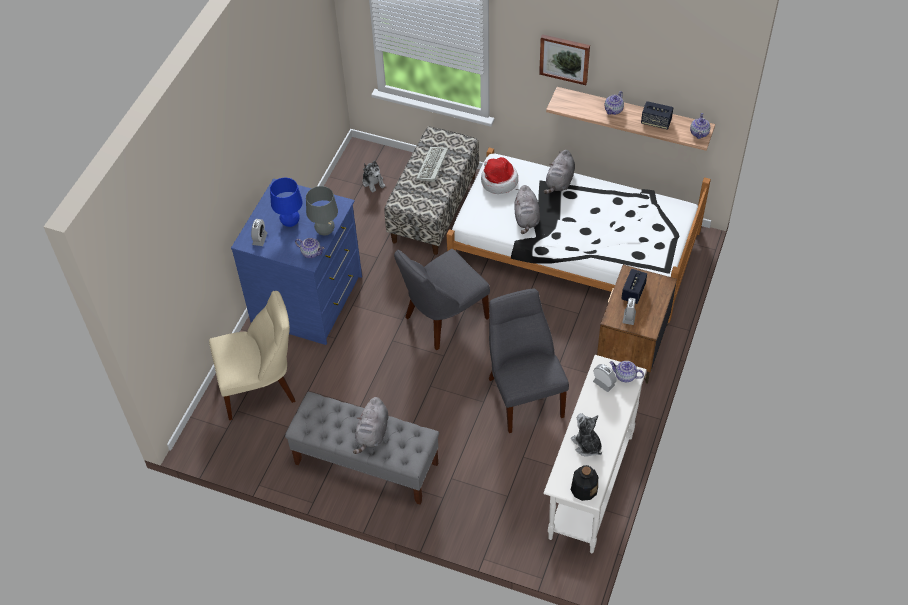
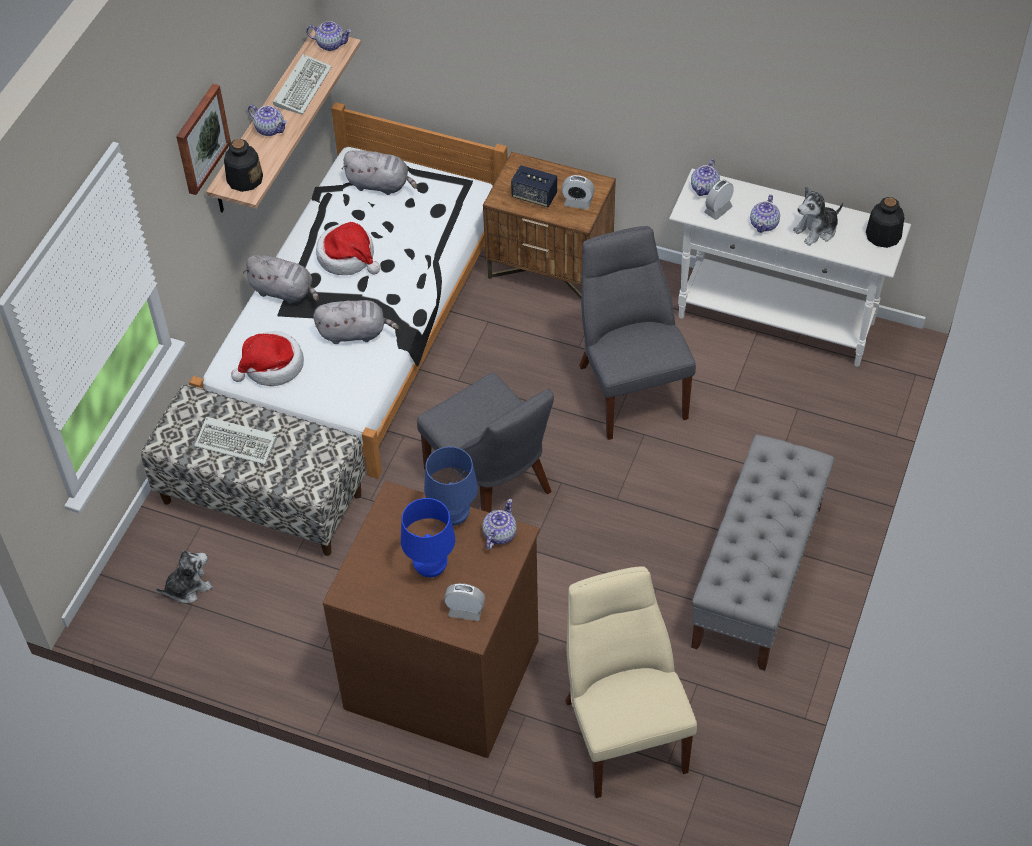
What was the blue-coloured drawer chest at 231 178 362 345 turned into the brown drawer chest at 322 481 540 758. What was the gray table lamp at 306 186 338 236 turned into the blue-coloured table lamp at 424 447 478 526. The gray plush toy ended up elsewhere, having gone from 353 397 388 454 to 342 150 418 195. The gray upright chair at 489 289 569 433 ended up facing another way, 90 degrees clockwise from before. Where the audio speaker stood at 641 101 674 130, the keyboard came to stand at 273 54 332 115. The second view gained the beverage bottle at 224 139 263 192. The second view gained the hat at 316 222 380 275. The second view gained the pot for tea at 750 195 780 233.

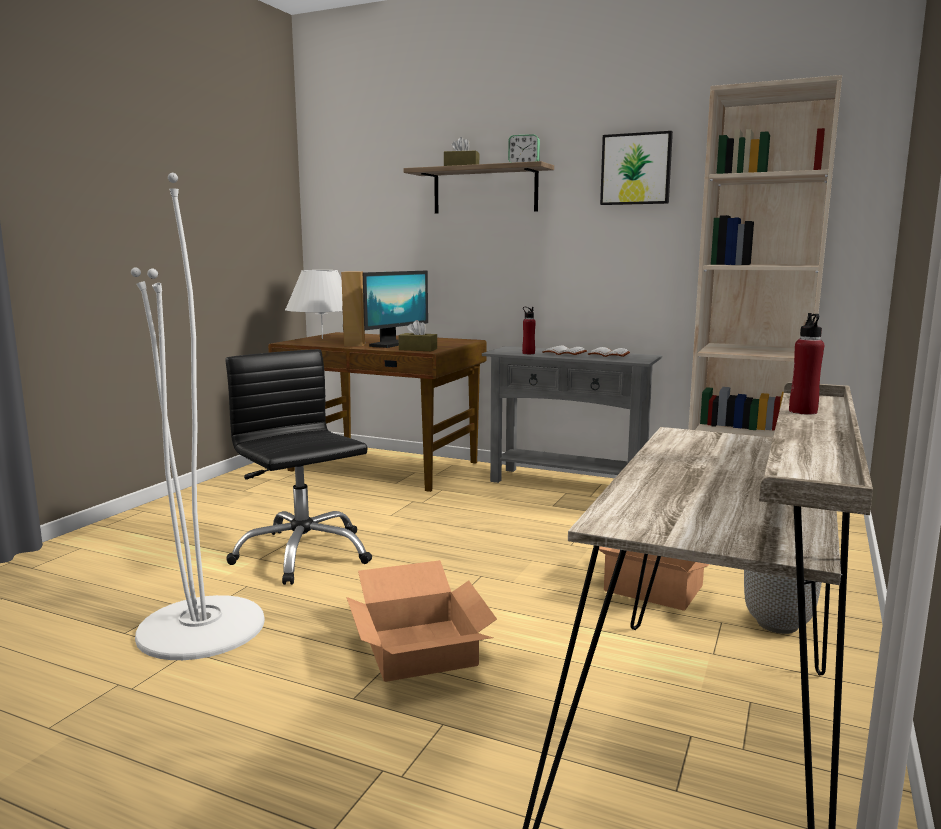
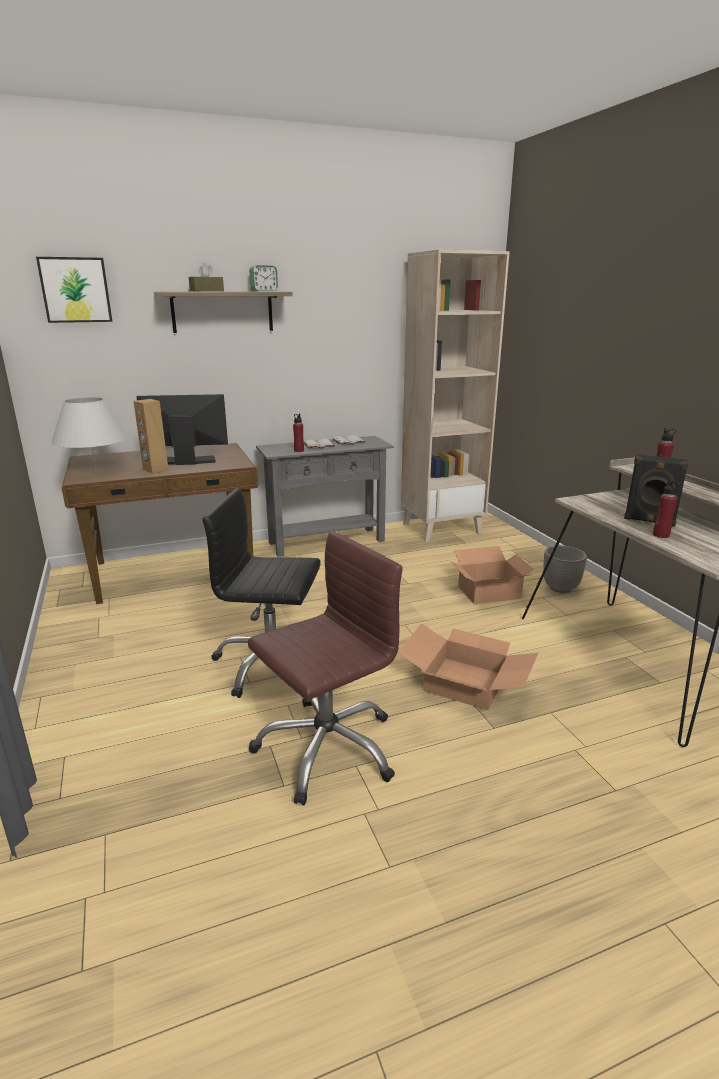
Where the whitish floor lamp stood at 131 173 265 660, the brown office chair came to stand at 248 531 403 805. The monitor at 363 271 428 348 ended up facing another way, 90 degrees counterclockwise from before. The second view lost the brown box of tissues at 398 320 437 351. The wall picture ended up elsewhere, having gone from 600 131 673 205 to 36 257 112 323. The second view gained the blackish audio speaker at 624 454 689 526. The second view gained the red-coloured beverage bottle at 653 479 679 538.

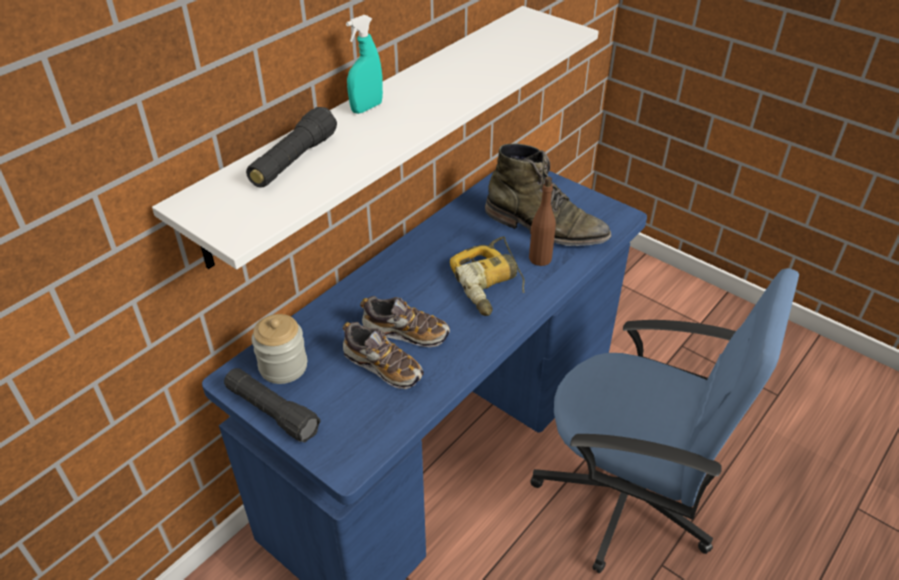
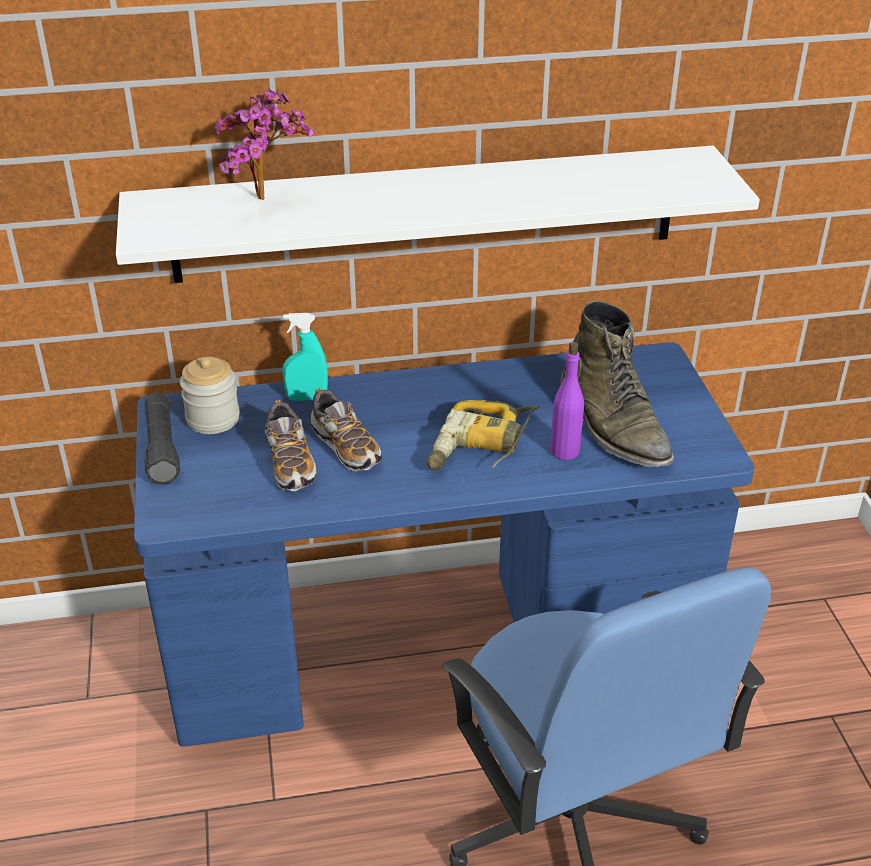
Where the blackish hand torch stood at 246 107 337 188, the houseplant came to stand at 215 88 313 200. The turquoise-coloured spray bottle ended up elsewhere, having gone from 346 15 383 114 to 282 313 328 401. What was the brown beverage bottle at 529 176 556 266 turned into the purple-coloured beverage bottle at 550 342 584 460.

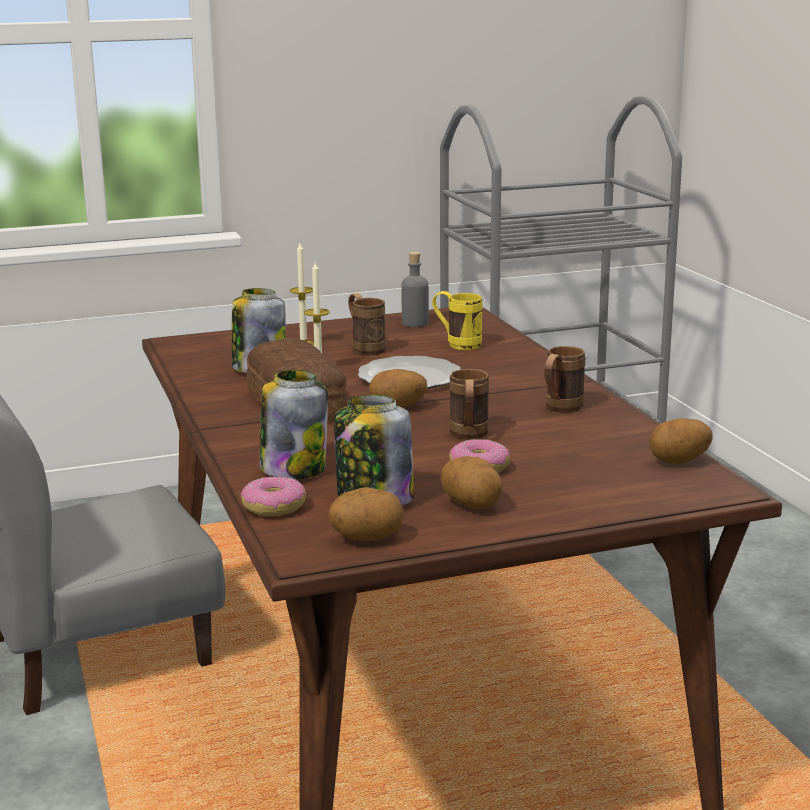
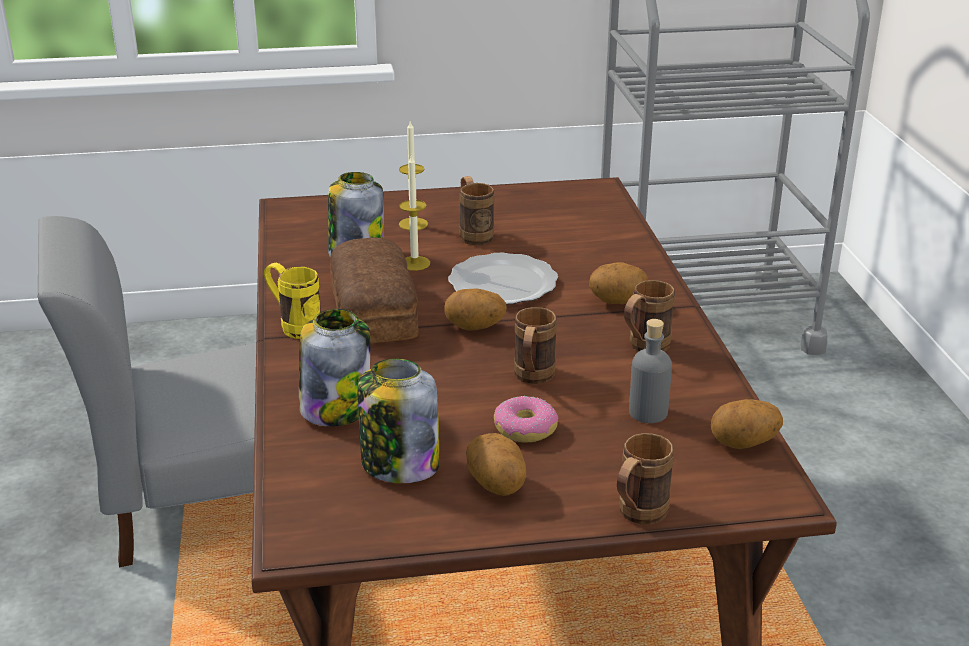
The second view lost the doughnut at 241 477 306 516. The whole potato ended up elsewhere, having gone from 329 487 404 541 to 589 262 648 304. The gray beverage bottle ended up elsewhere, having gone from 401 252 429 327 to 629 319 672 423. The yellow-coloured mug ended up elsewhere, having gone from 432 291 482 350 to 264 263 321 339. The second view gained the brown mug at 617 433 674 525.

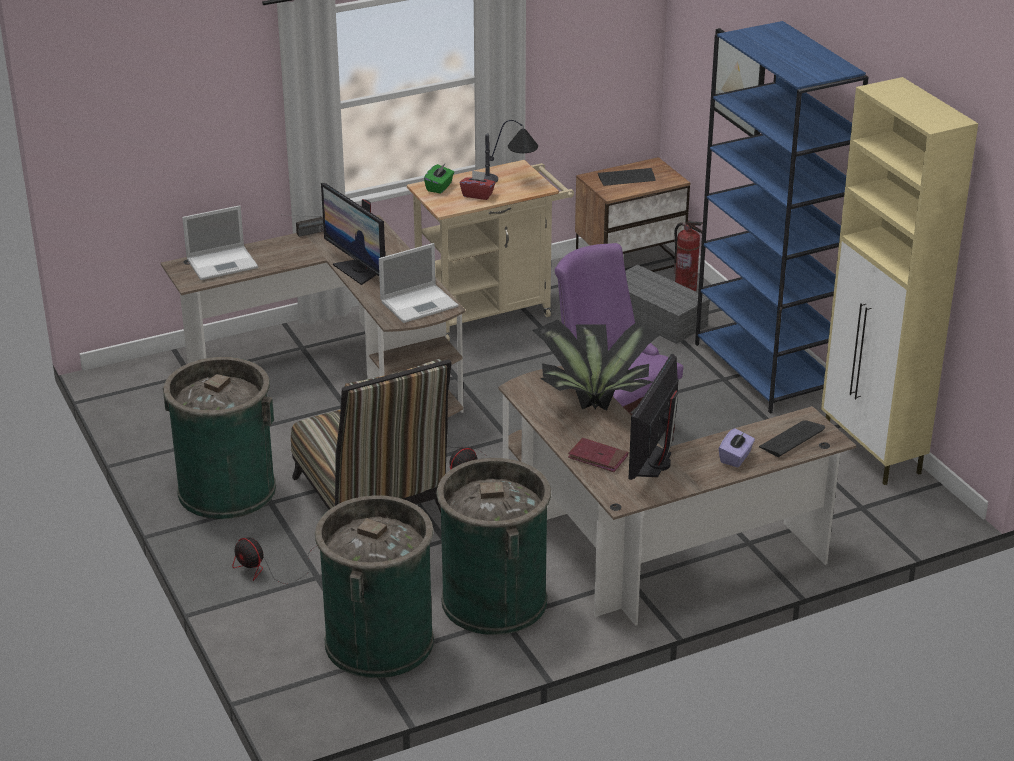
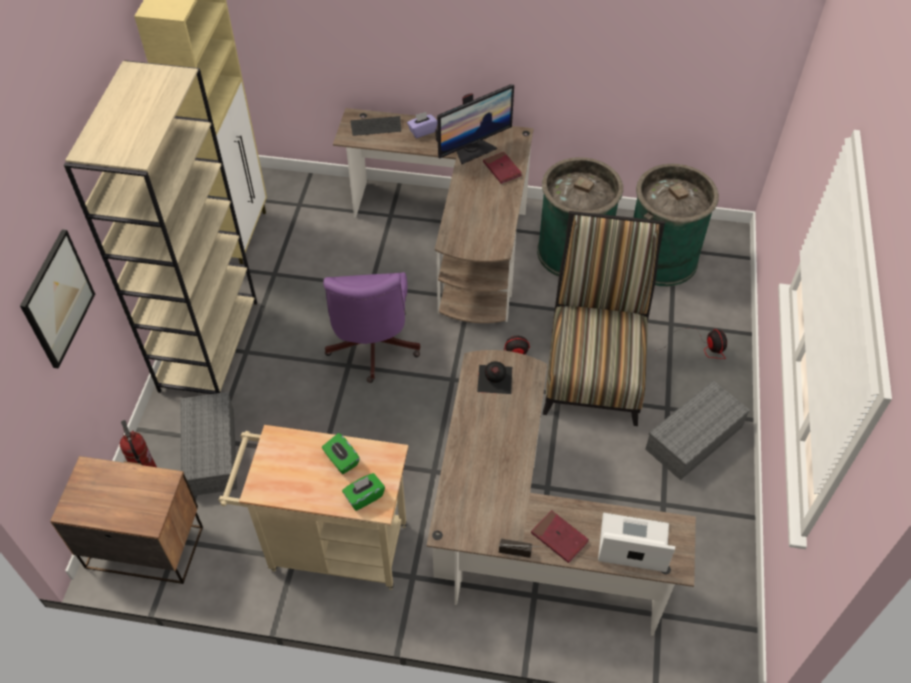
Where the green rubbish bin stood at 163 357 276 519, the gray storage bin came to stand at 645 380 750 480. The second view lost the monitor at 321 183 385 285. Where the notebook computer stood at 379 243 458 323, the blackish beverage bottle came to stand at 477 361 512 394. What was the red-coloured box of tissues at 460 170 495 200 turned into the green box of tissues at 322 433 360 474. The second view lost the table lamp at 484 120 538 183. The second view lost the houseplant at 532 319 661 411. The second view lost the keyboard at 598 168 656 186. What was the blue-coloured shelving unit at 695 21 868 414 turned into the sand-coloured shelving unit at 64 60 257 394. The second view gained the red-coloured bound book at 531 510 589 563.

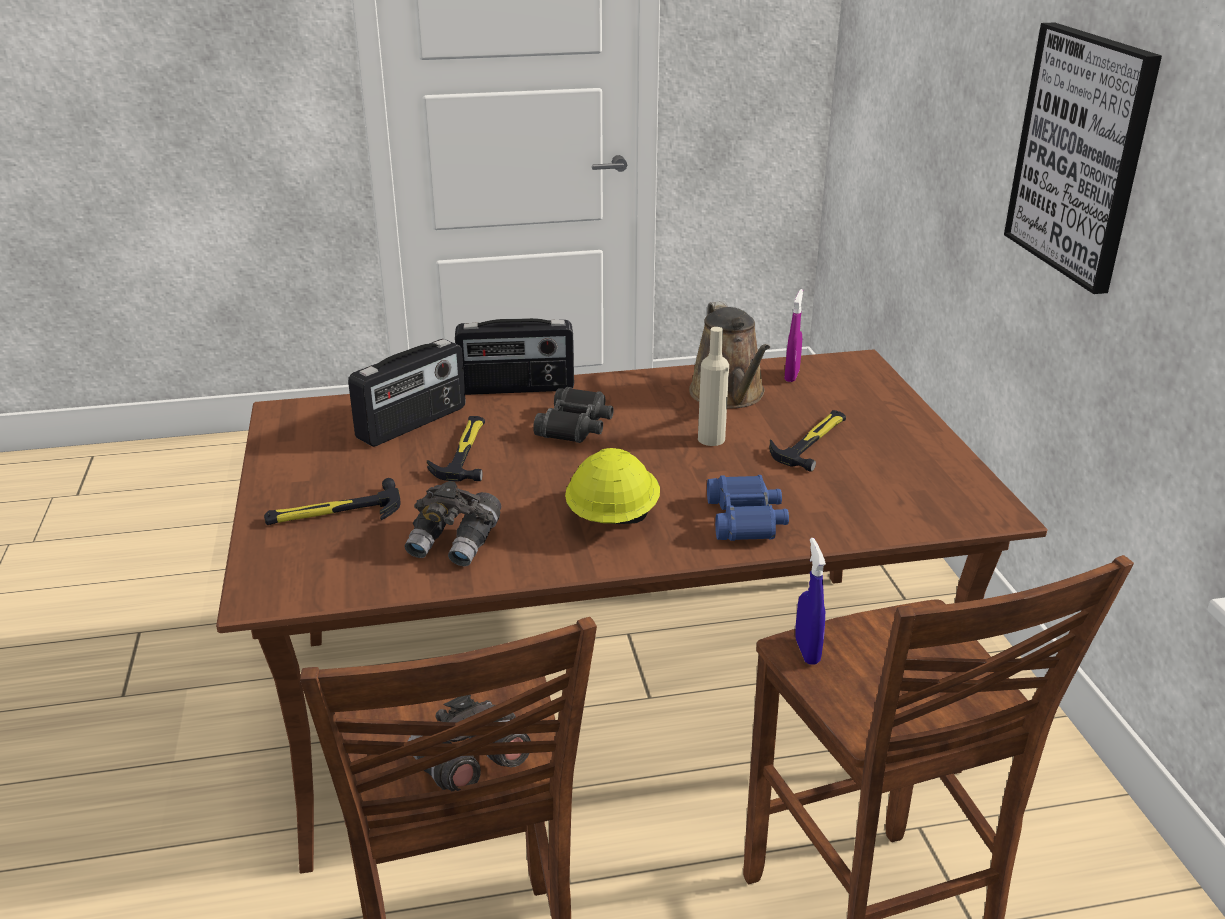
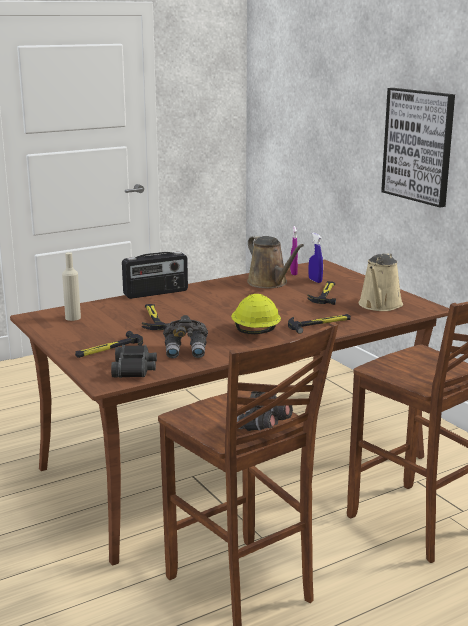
The second view lost the radio set at 348 339 466 447. The blackish binoculars ended up elsewhere, having gone from 533 387 614 443 to 111 345 157 378. The sand-coloured beverage bottle ended up elsewhere, having gone from 698 327 729 446 to 62 252 81 321. Where the blue-coloured binoculars stood at 707 475 789 541, the tool hammer came to stand at 288 314 351 334. The blue-coloured spray bottle ended up elsewhere, having gone from 795 538 826 665 to 309 232 323 283. The second view gained the sand-coloured watering can at 358 253 403 311.

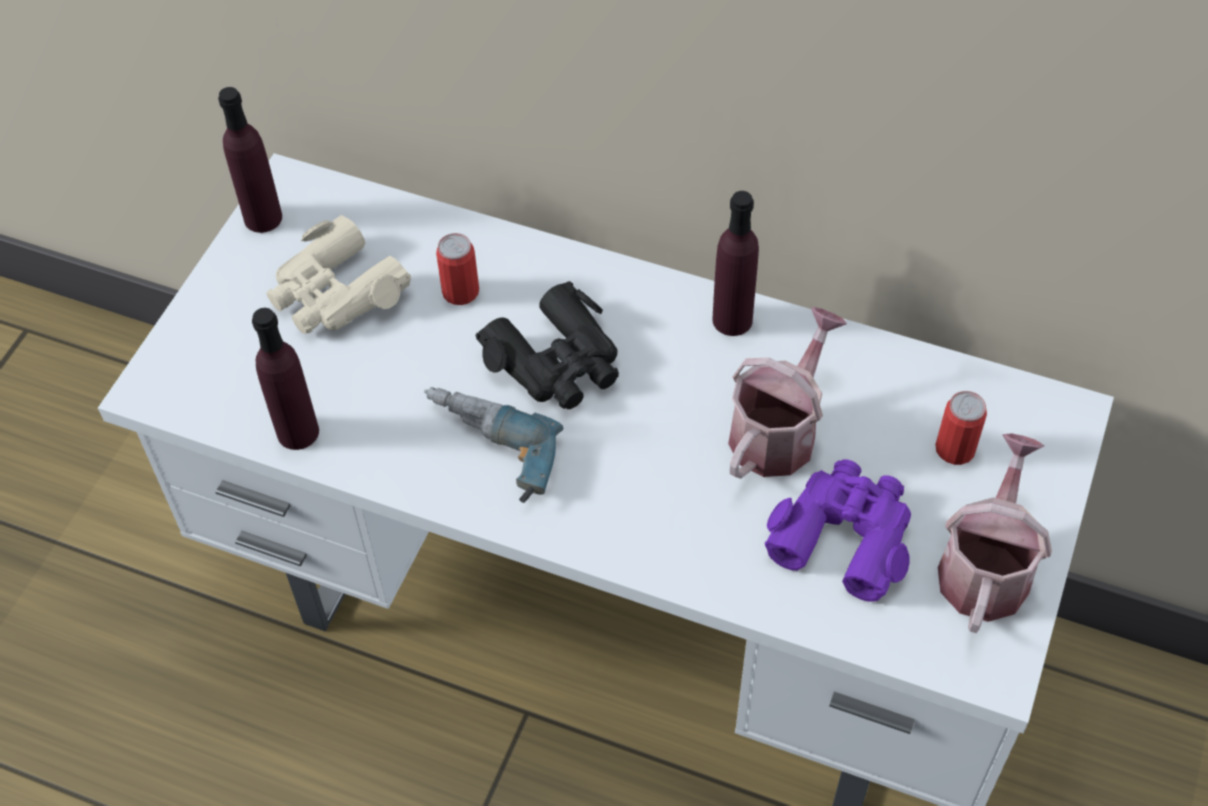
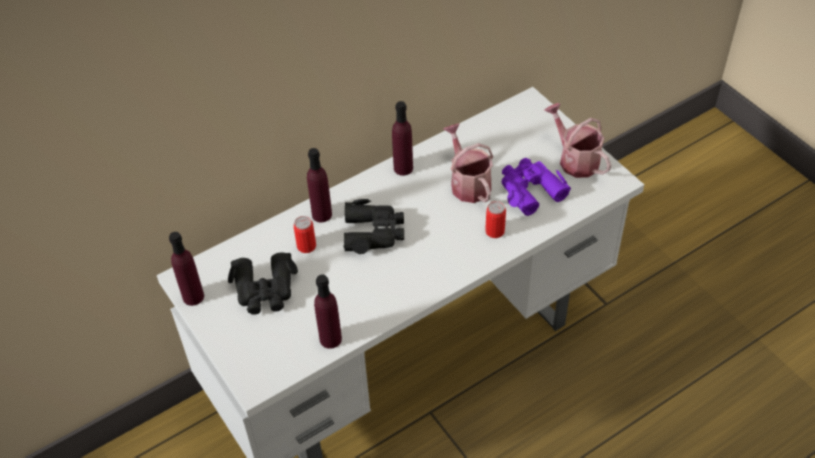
What was the sand-coloured binoculars at 266 215 411 334 turned into the blackish binoculars at 228 252 298 315. The second view lost the power drill at 424 387 563 503. The metal can ended up elsewhere, having gone from 935 391 987 465 to 485 201 506 238. The second view gained the purple-coloured beverage bottle at 307 148 332 222.

